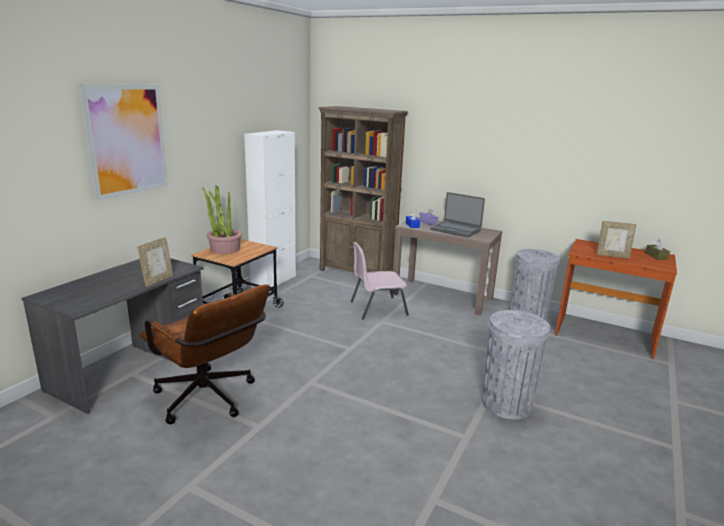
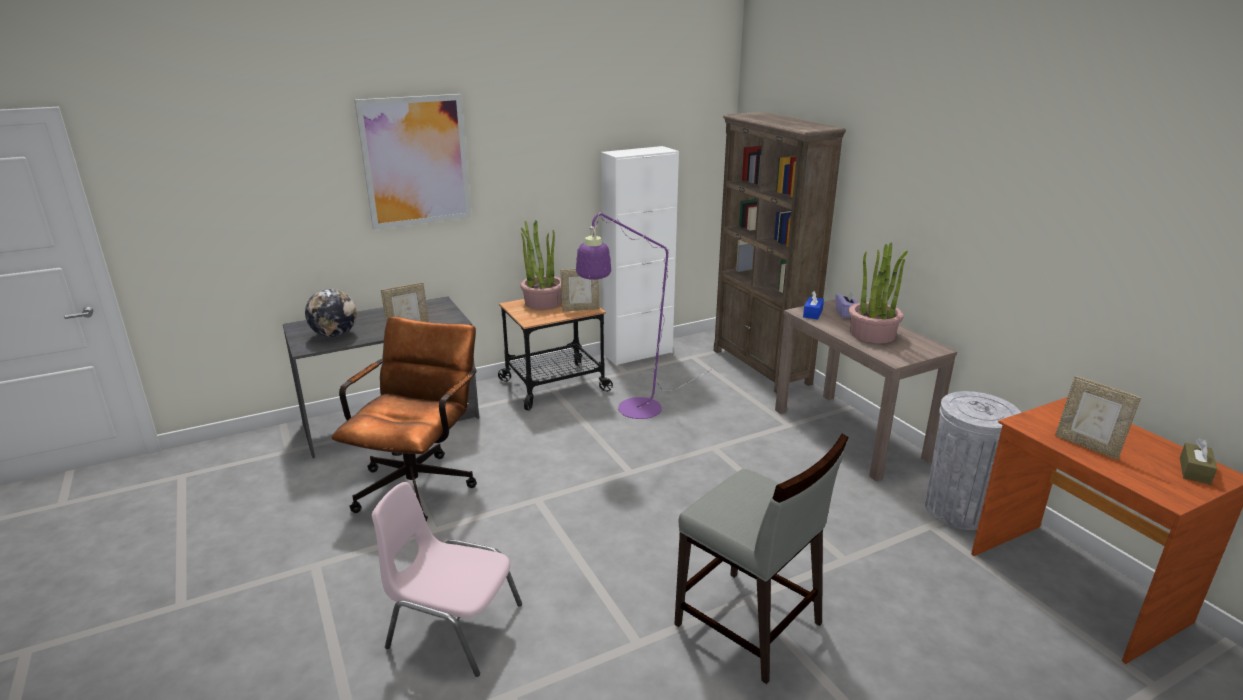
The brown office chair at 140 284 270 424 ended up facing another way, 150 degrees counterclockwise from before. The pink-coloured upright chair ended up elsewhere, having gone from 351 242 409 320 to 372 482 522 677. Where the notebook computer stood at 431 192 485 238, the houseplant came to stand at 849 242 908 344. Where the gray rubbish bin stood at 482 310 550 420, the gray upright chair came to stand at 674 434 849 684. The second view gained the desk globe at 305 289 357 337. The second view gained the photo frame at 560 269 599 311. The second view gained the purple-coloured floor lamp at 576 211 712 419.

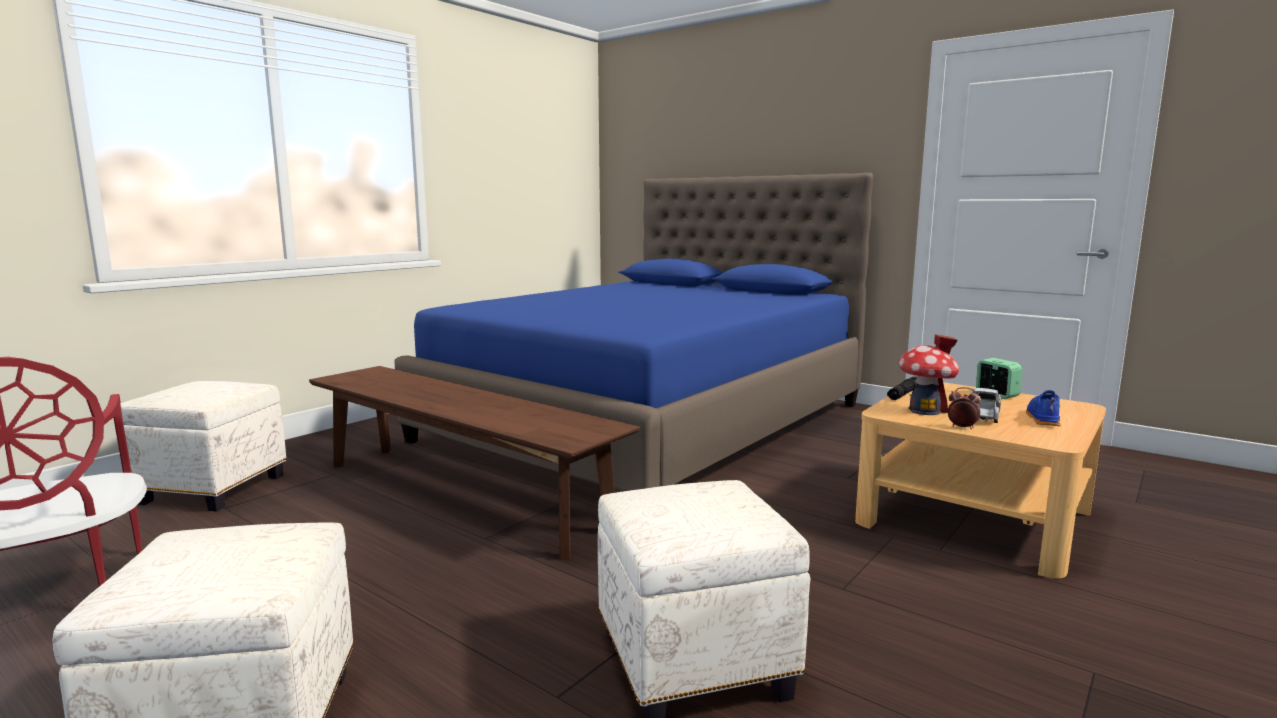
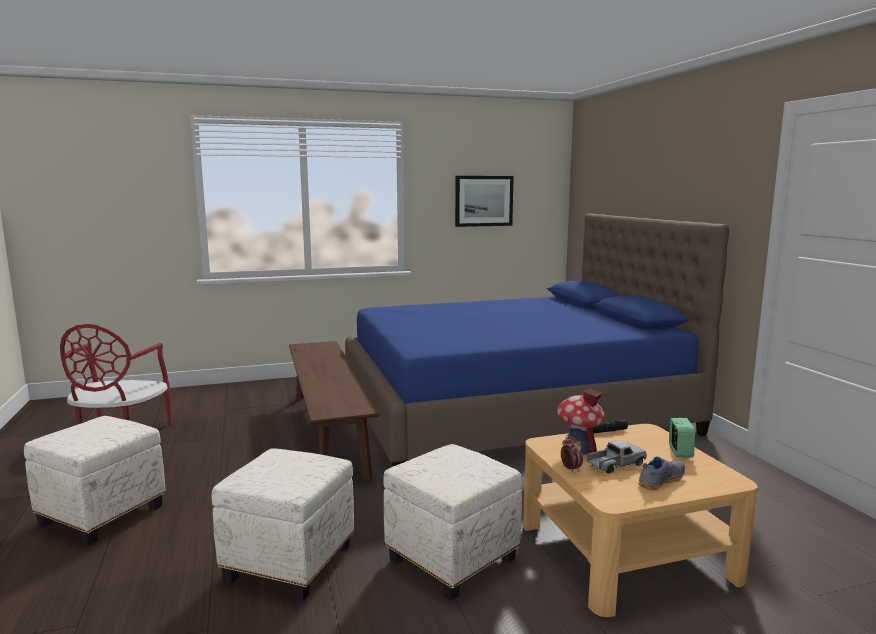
The whitish ottoman ended up elsewhere, having gone from 120 381 286 512 to 383 444 522 601. What was the blue-coloured low shoe at 1026 390 1060 426 turned into the gray low shoe at 638 457 685 490. The second view gained the wall picture at 455 176 514 227.

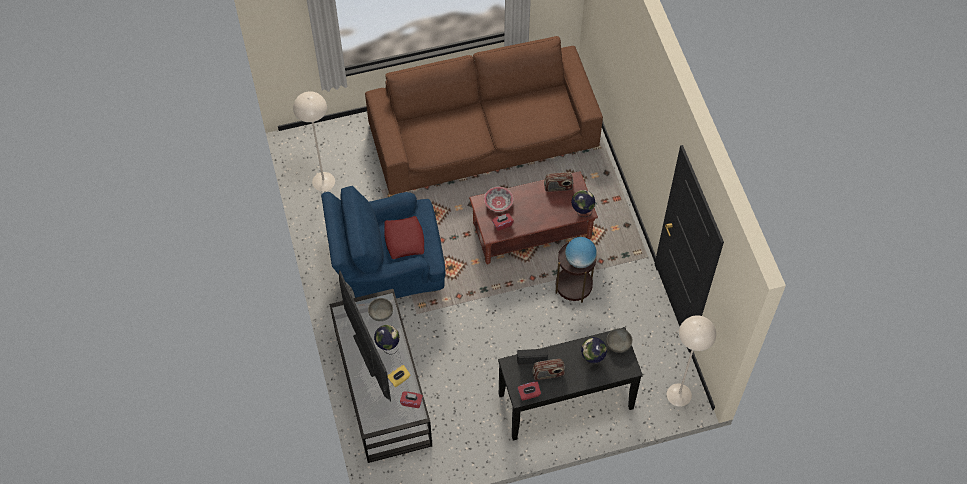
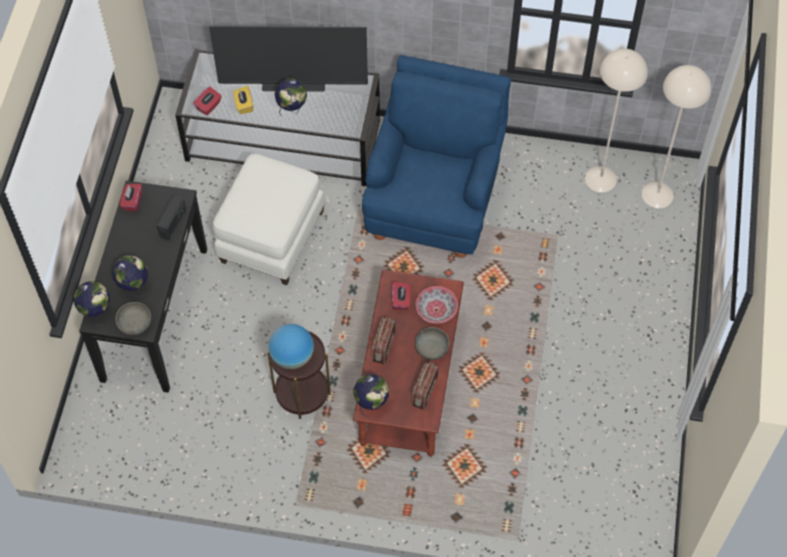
The second view lost the brown settee at 365 36 603 195. The gray bowl ended up elsewhere, having gone from 368 298 393 321 to 415 327 450 360. The second view lost the red-coloured throw pillow at 384 216 424 259. The radio set ended up elsewhere, having gone from 532 359 565 380 to 372 317 396 364. The sand-coloured floor lamp ended up elsewhere, having gone from 667 315 716 407 to 642 65 711 208. The second view gained the desk globe at 73 281 110 326. The second view gained the whitish ottoman at 213 154 325 285.

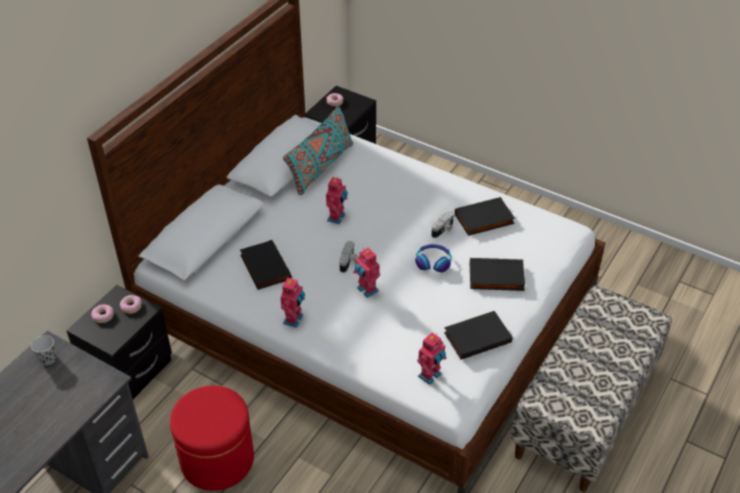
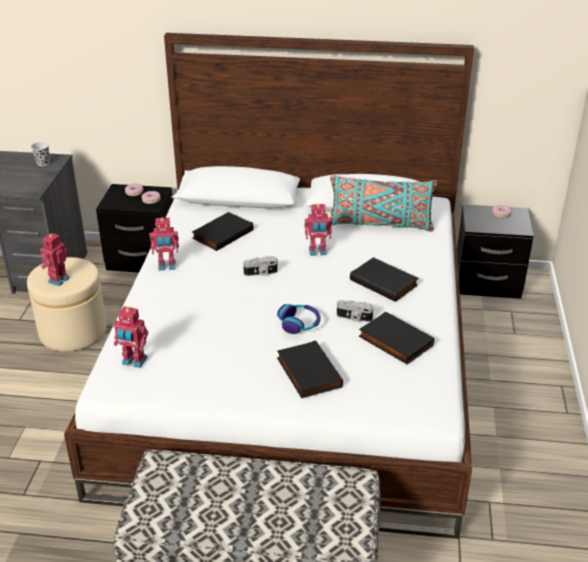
What was the red-coloured ottoman at 170 386 254 491 turned into the sand-coloured ottoman at 27 257 107 352. The model robot ended up elsewhere, having gone from 353 248 380 298 to 40 232 70 286. The blackish bound book ended up elsewhere, having gone from 444 311 512 360 to 350 257 419 302.

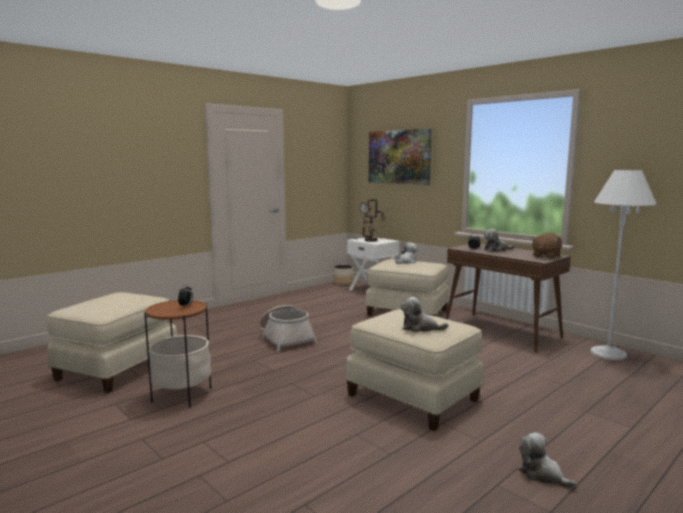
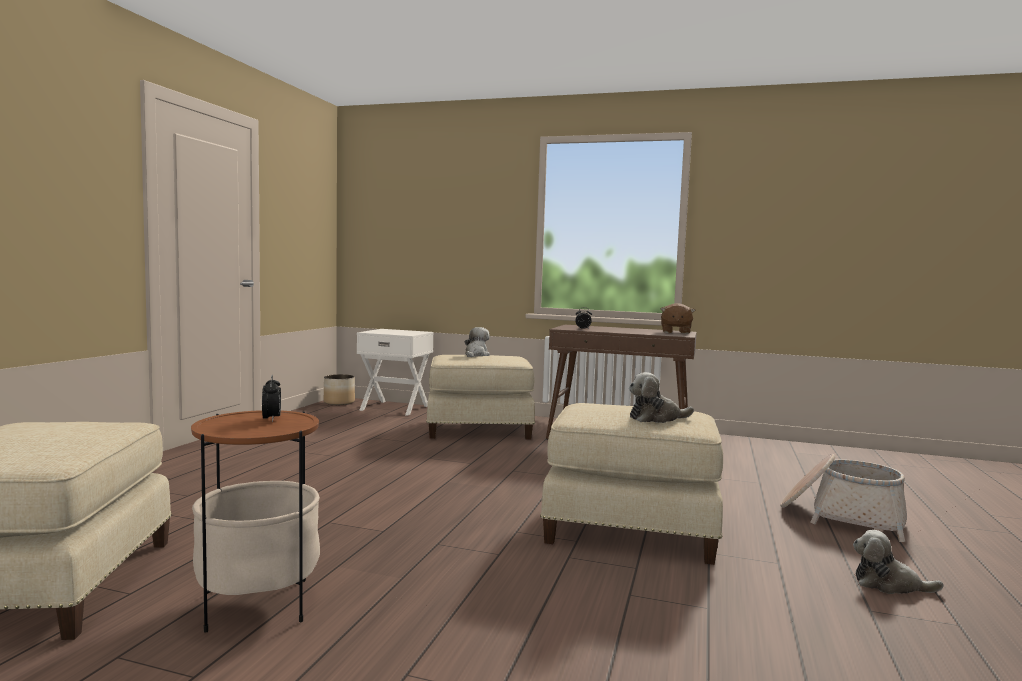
The storage basket ended up elsewhere, having gone from 260 305 318 352 to 780 454 907 542. The second view lost the table lamp at 354 199 387 242. The second view lost the wall picture at 369 129 432 185. The second view lost the plush toy at 484 229 515 252. The second view lost the whitish floor lamp at 590 170 657 360.

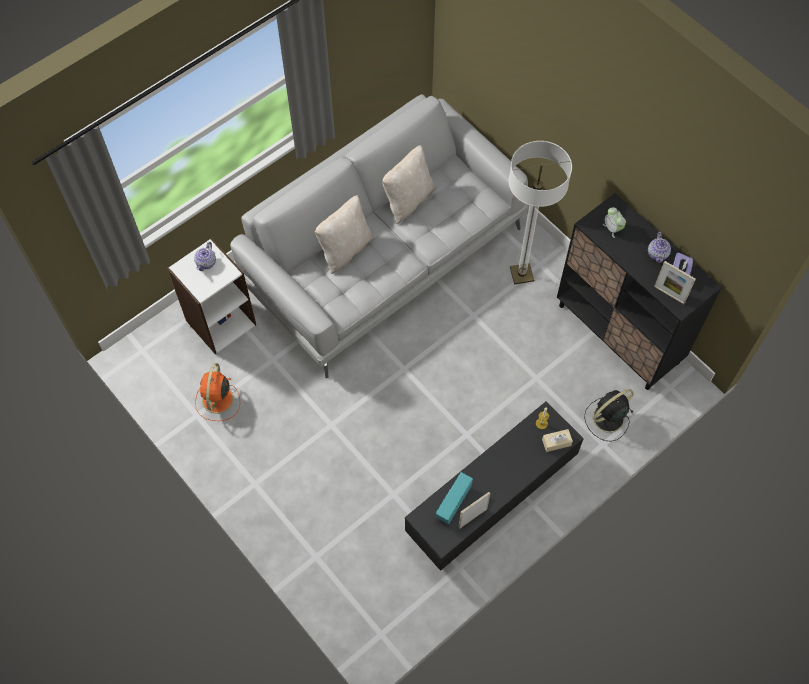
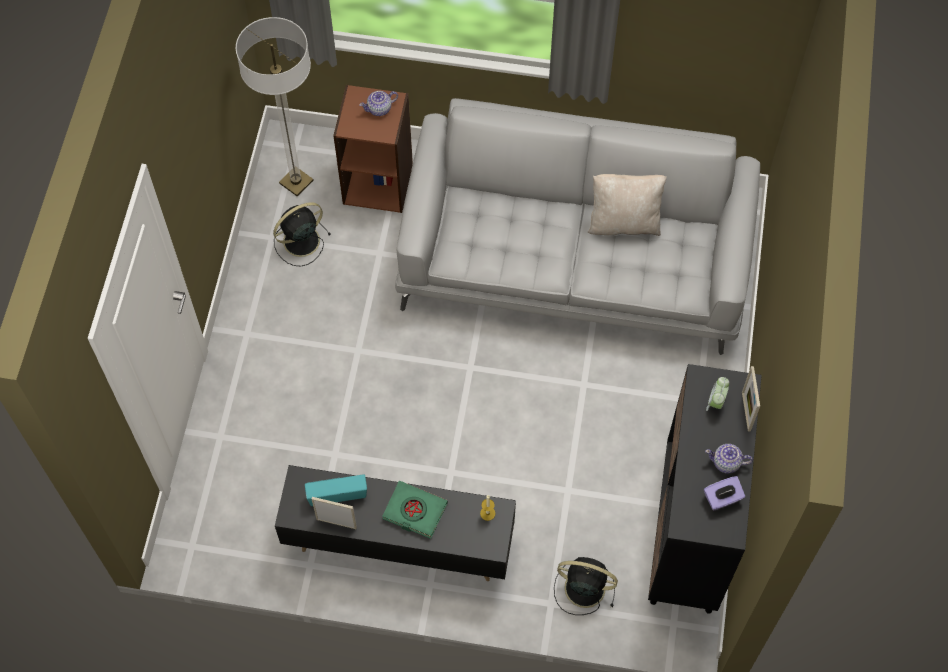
What was the whitish shelving unit at 167 238 256 354 turned into the brown shelving unit at 333 85 413 213. What was the orangey cooling fan at 195 363 240 421 turned into the blackish cooling fan at 273 202 331 266. The second view lost the sand-coloured throw pillow at 315 195 375 274. The floor lamp ended up elsewhere, having gone from 509 141 572 285 to 236 17 314 196. The second view lost the sand-coloured box of tissues at 542 429 573 452. The pot for tea at 648 231 671 263 ended up facing another way, 45 degrees clockwise from before. The photo frame ended up elsewhere, having gone from 654 261 696 304 to 742 366 760 432. The second view gained the green bound book at 382 481 448 539.

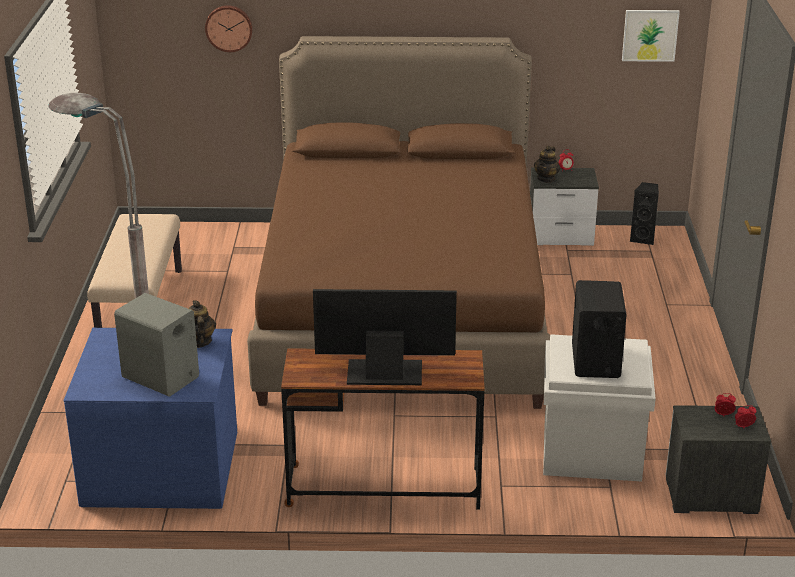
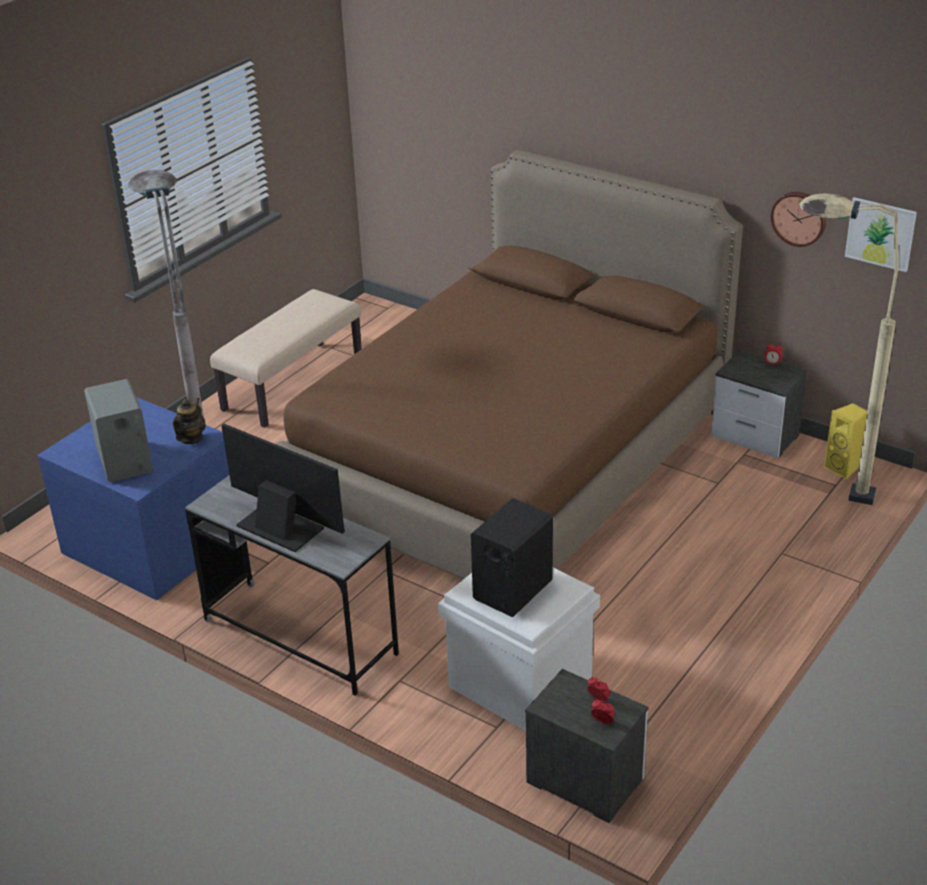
The clock on the wall ended up elsewhere, having gone from 205 5 253 52 to 771 192 826 247. What was the brown desk at 281 348 485 510 turned into the gray desk at 185 475 399 696. The second view lost the pot for tea at 534 146 560 183. What was the blackish audio speaker at 630 182 659 245 turned into the yellow-coloured audio speaker at 824 403 867 480. The second view gained the sand-coloured floor lamp at 800 194 898 505.

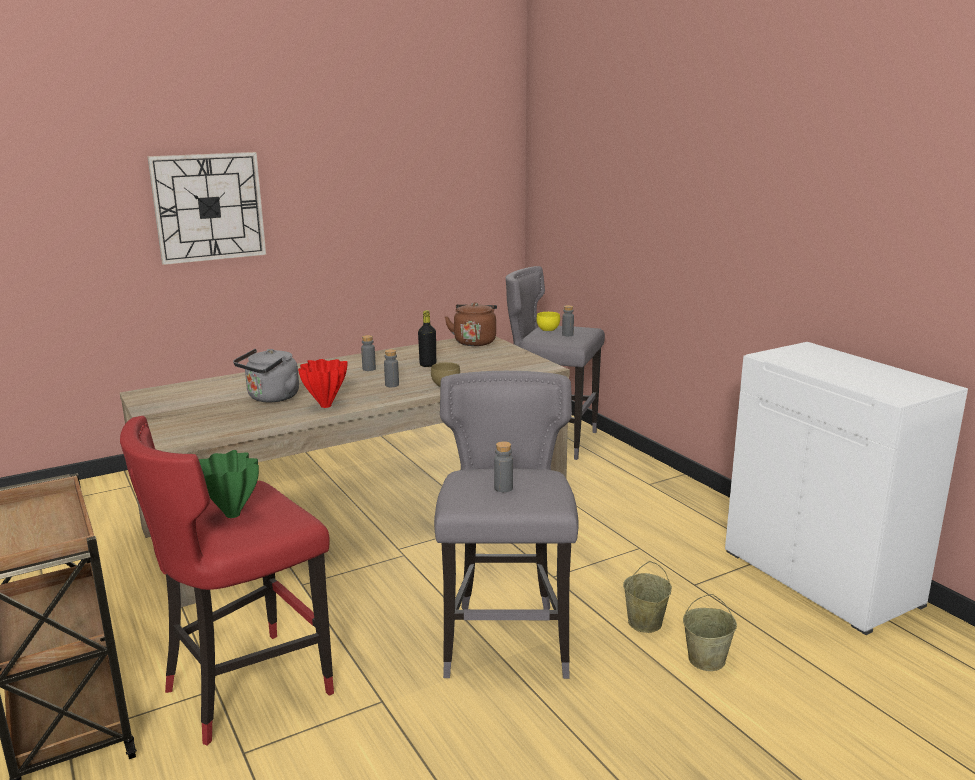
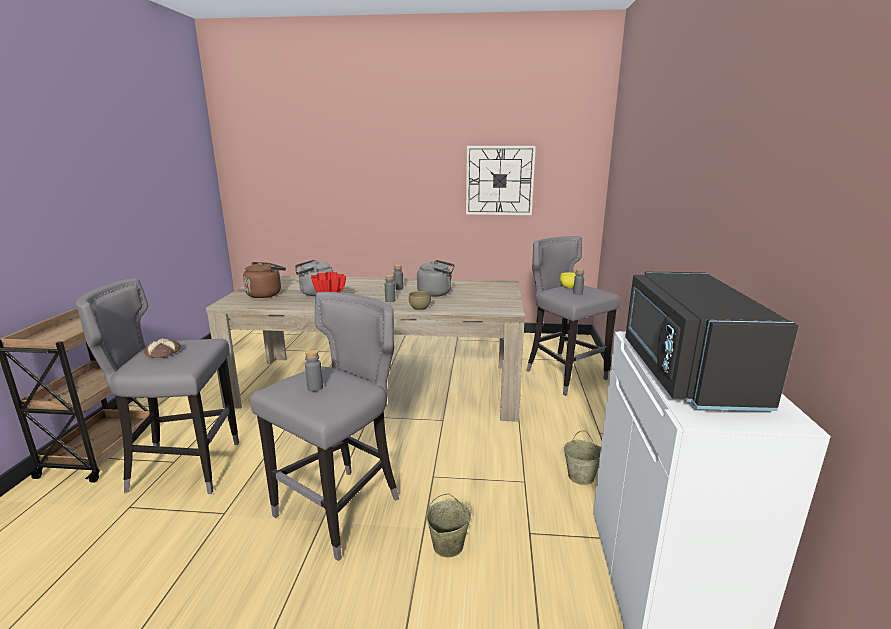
What was the red-coloured stool at 120 416 334 745 turned into the gray stool at 76 278 239 494. The clock on the wall ended up elsewhere, having gone from 147 152 266 265 to 466 146 536 215. Where the green vase stood at 199 450 259 518, the bread came to stand at 144 338 181 358. Where the blackish beverage bottle stood at 418 310 436 367, the gray kettle came to stand at 417 260 455 297. The brown kettle ended up elsewhere, having gone from 444 302 497 346 to 243 262 286 298. The sand-coloured water bucket ended up elsewhere, having gone from 683 594 737 671 to 564 431 601 485. The second view gained the blackish microwave at 625 272 798 411.

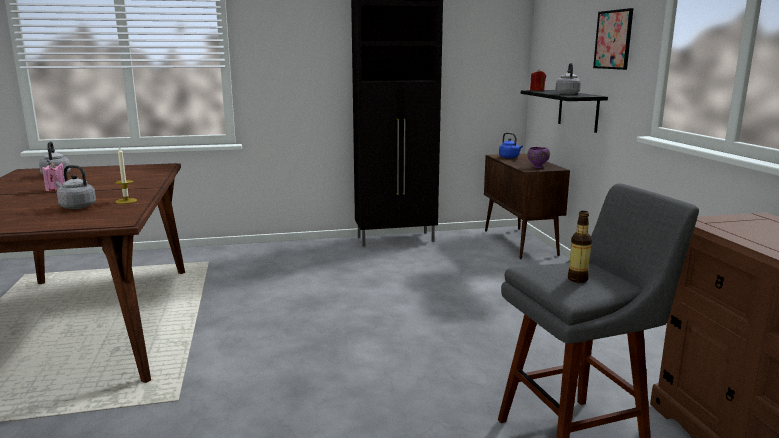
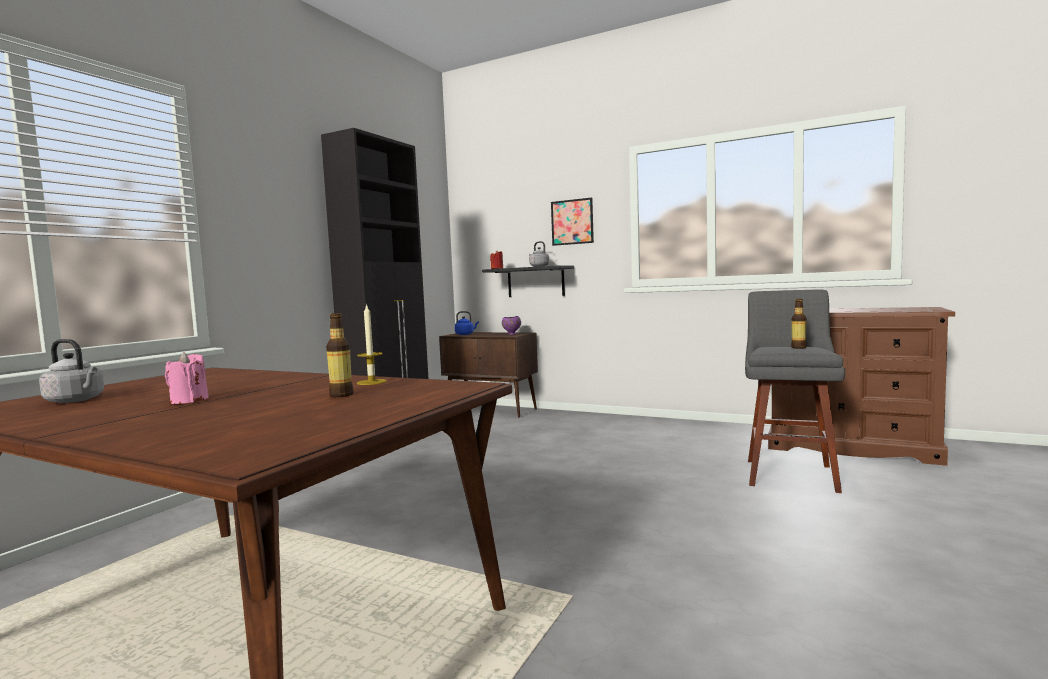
Where the gray kettle stood at 56 165 96 209, the beverage bottle came to stand at 326 313 354 397.

